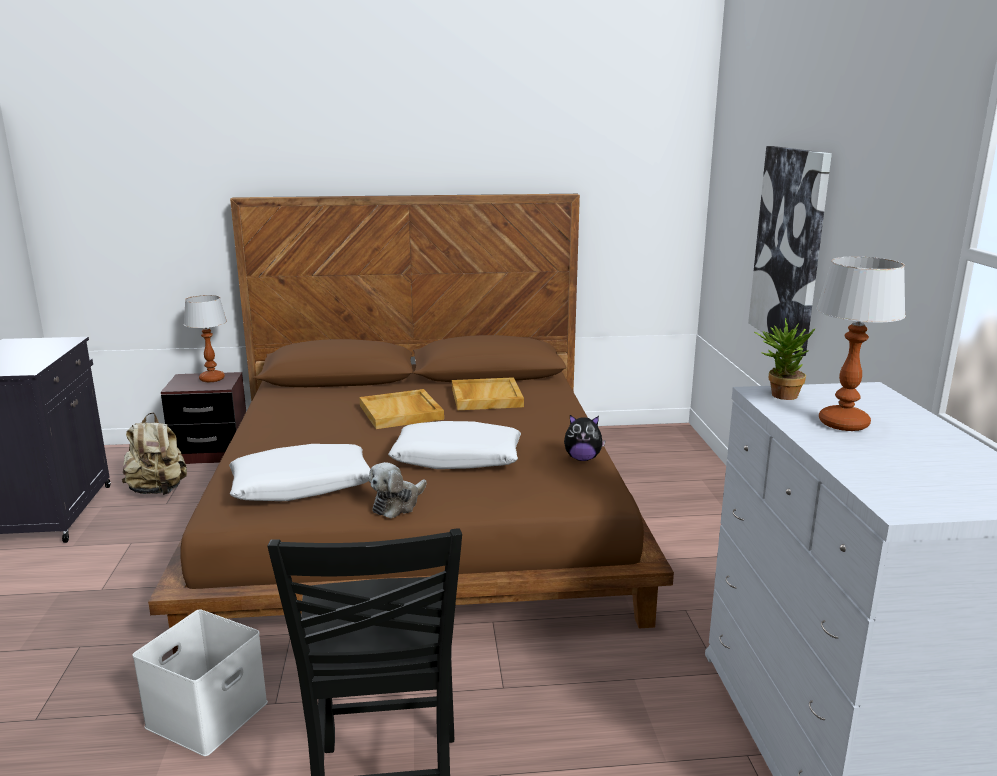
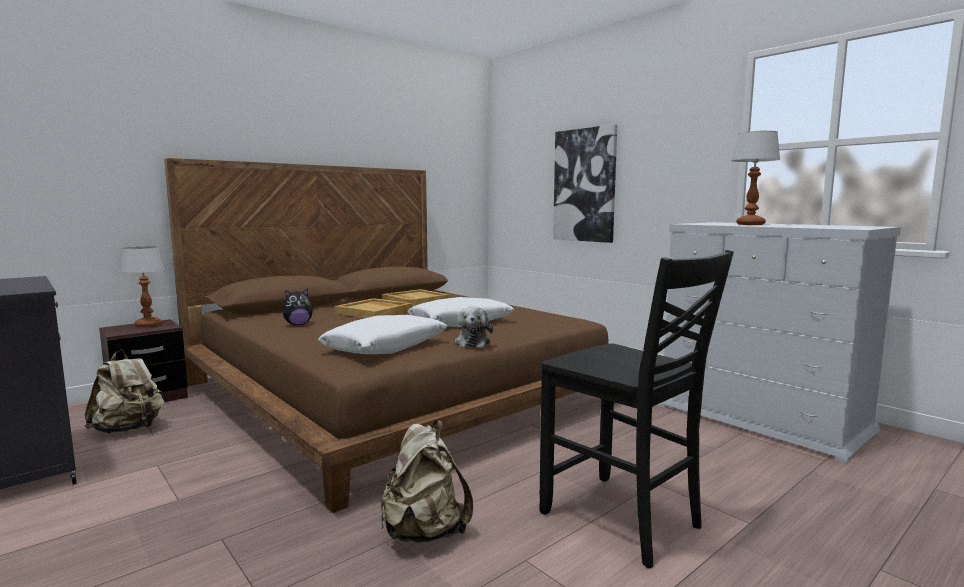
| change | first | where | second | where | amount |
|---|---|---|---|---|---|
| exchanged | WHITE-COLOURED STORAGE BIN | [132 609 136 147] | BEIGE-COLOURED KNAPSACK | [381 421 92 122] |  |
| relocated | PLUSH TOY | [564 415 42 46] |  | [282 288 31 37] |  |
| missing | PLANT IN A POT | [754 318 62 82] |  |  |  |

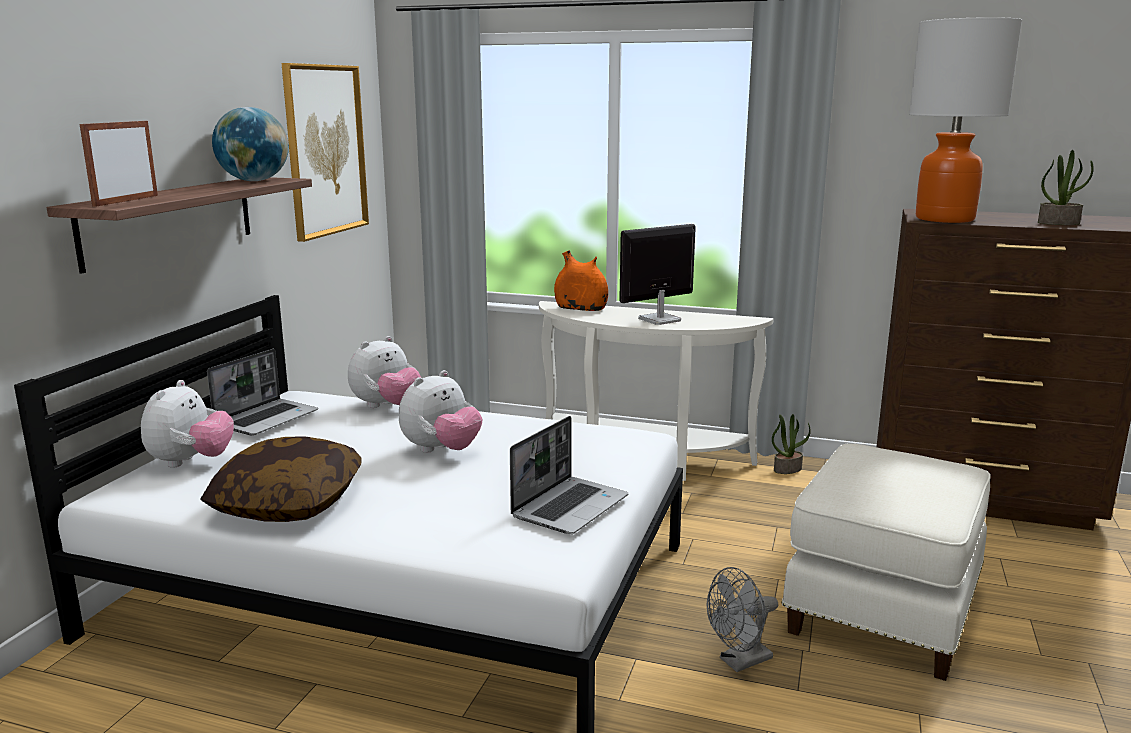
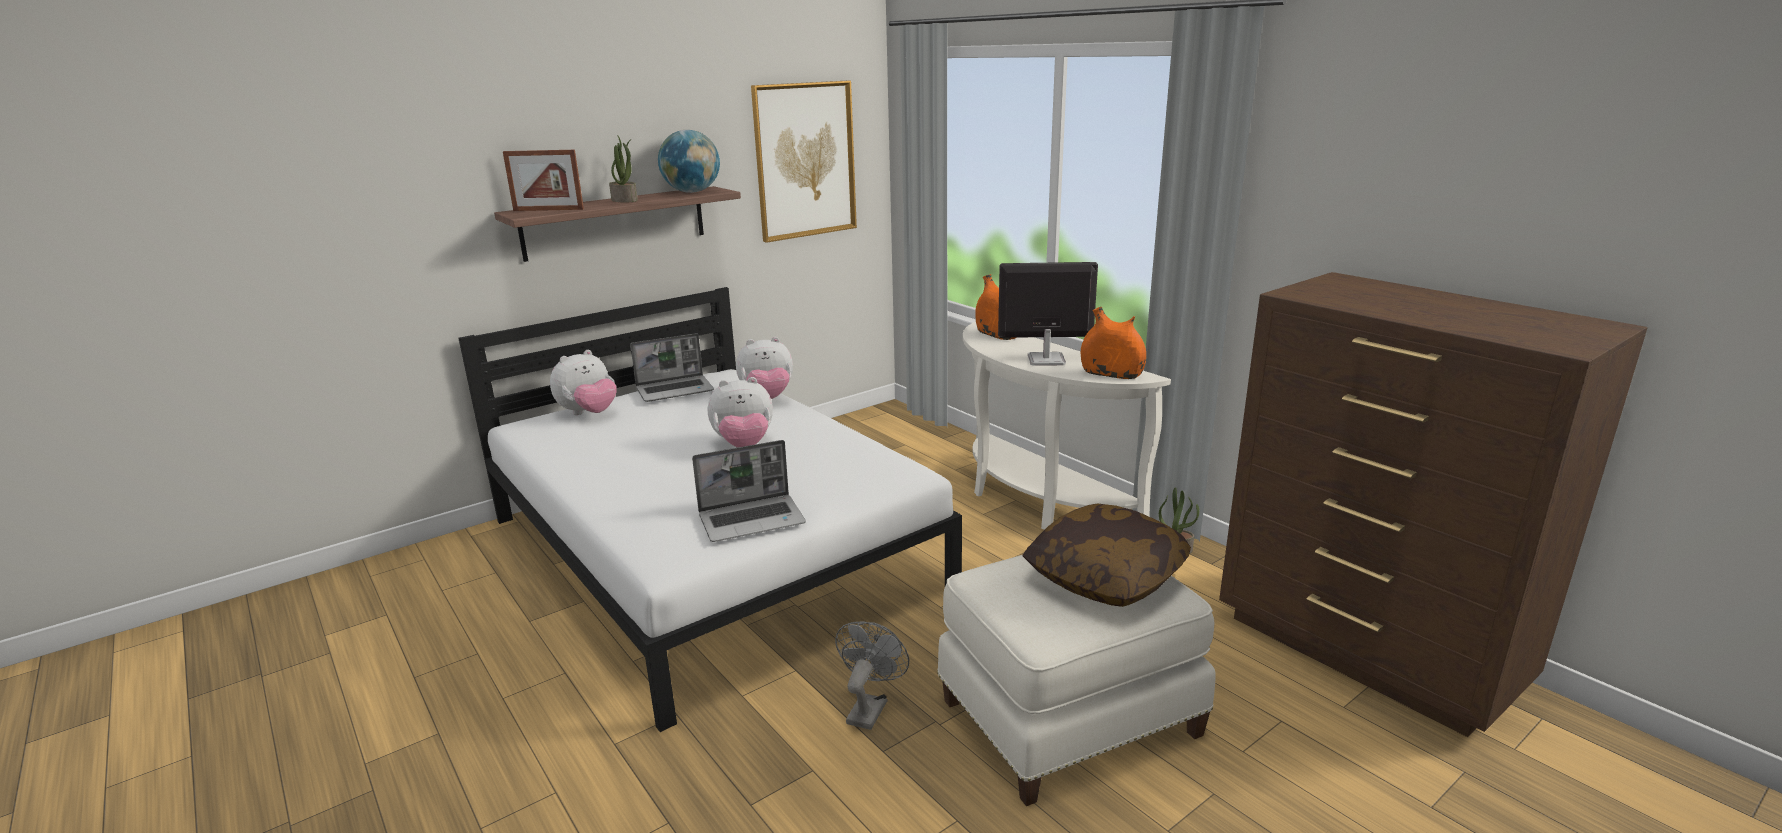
| change | first | where | second | where | amount |
|---|---|---|---|---|---|
| spun | STANDING FRAME | [80 121 78 86] |  | [503 150 81 61] | 135 degrees counterclockwise |
| relocated | CUSHION | [200 437 162 85] |  | [1022 504 169 103] |  |
| spun | GREYISH COOLING FAN | [707 567 71 105] |  | [835 621 74 109] | 105 degrees clockwise |
| missing | TABLETOP LAMP | [909 17 113 206] |  |  |  |
| relocated | PLANT IN A POT | [1038 150 56 75] |  | [609 135 29 68] |  |
| appeared |  |  | ORANGE DECORATIVE VASE | [1081 307 65 72] |  |

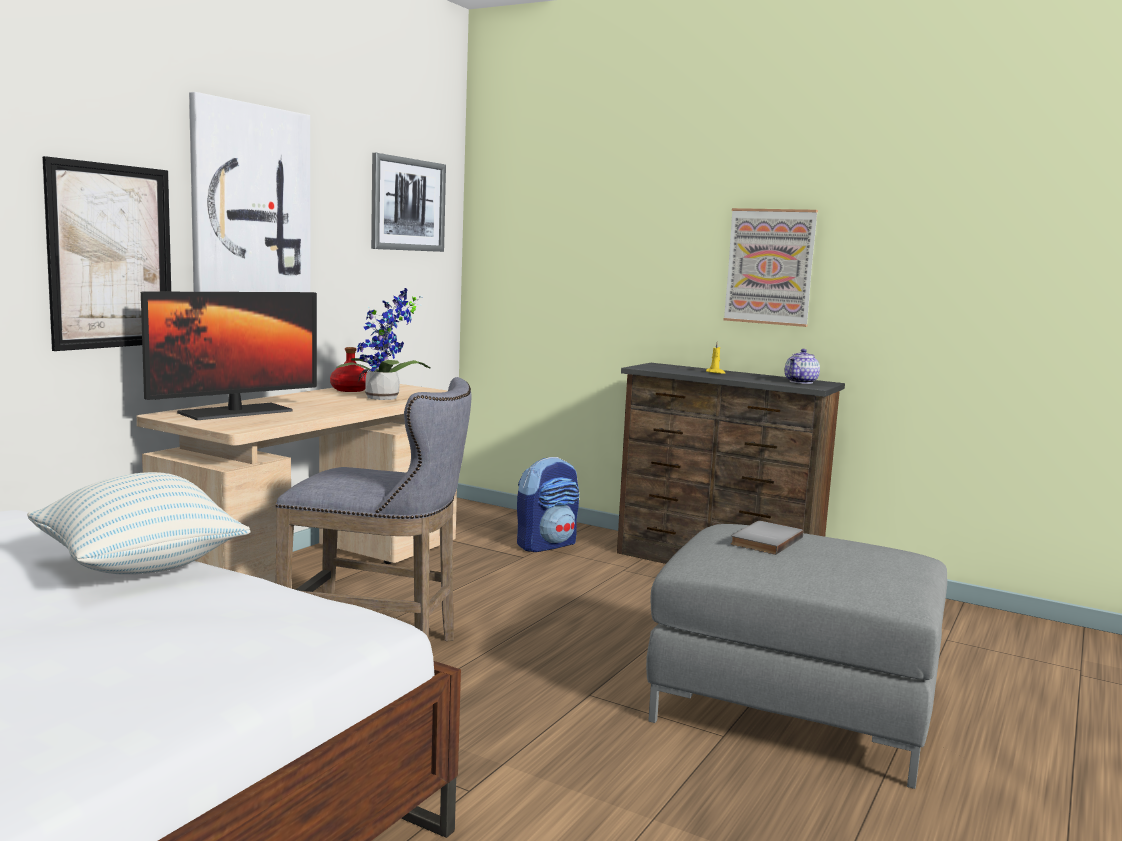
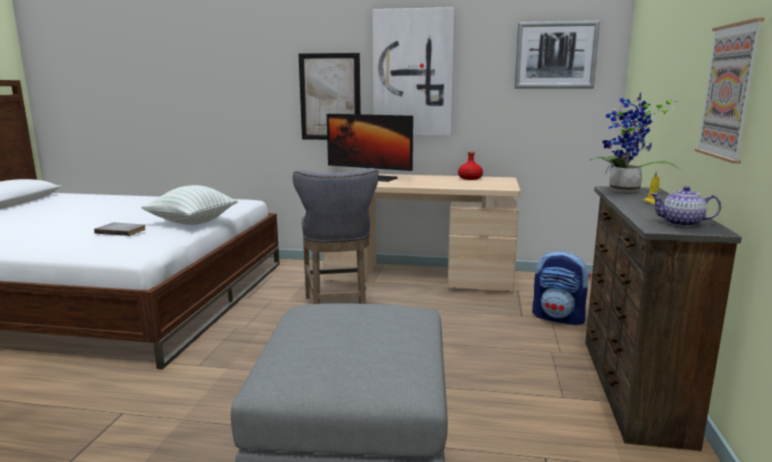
| change | first | where | second | where | amount |
|---|---|---|---|---|---|
| relocated | PLANT IN A POT | [336 288 95 112] |  | [591 92 90 101] |  |
| relocated | GREYISH VOLUME | [731 521 73 34] |  | [94 223 52 13] |  |

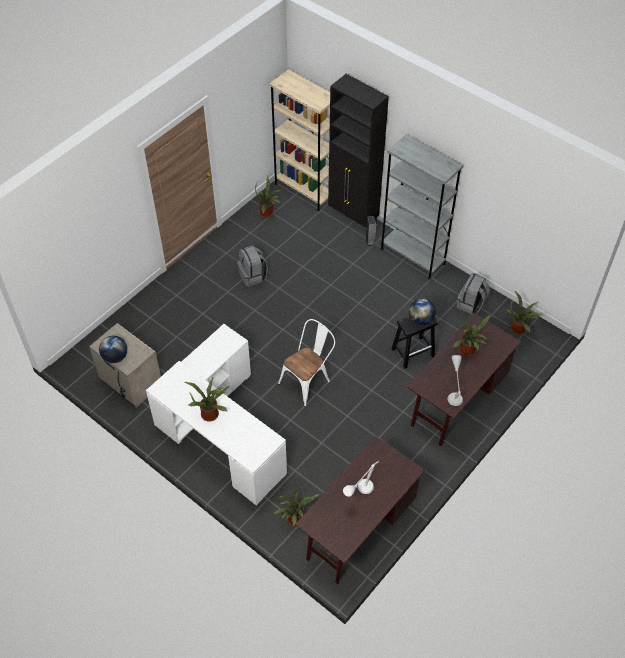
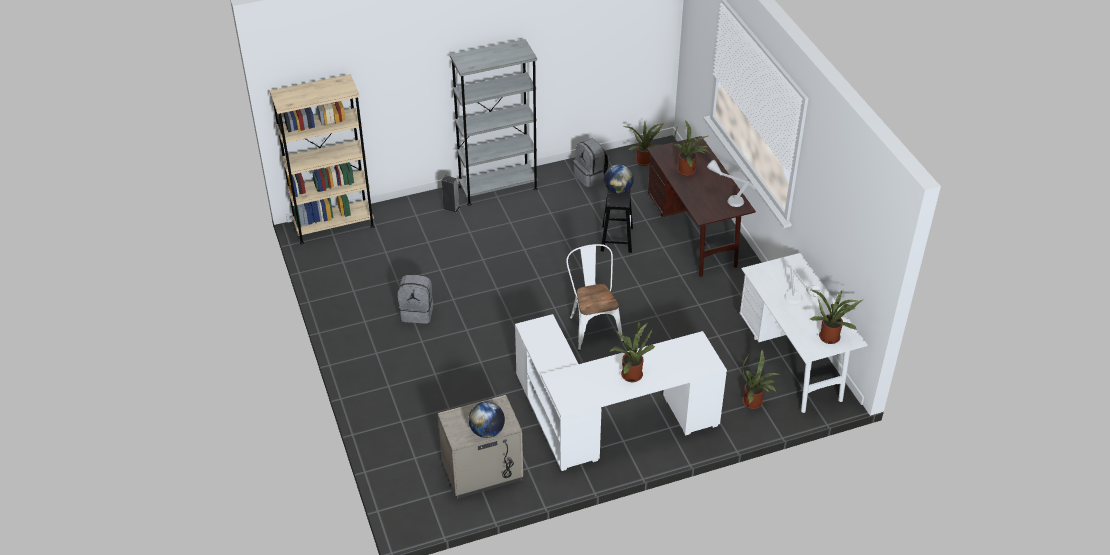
| change | first | where | second | where | amount |
|---|---|---|---|---|---|
| relocated | PLANT IN A POT | [255 175 26 43] |  | [810 290 53 54] |  |
| colour | BROWN DESK UNIT | [295 436 130 148] | WHITE-COLOURED DESK UNIT | [740 253 128 160] |  |
| missing | BLACK-COLOURED STORAGE CABINET | [328 74 61 159] |  |  |  |

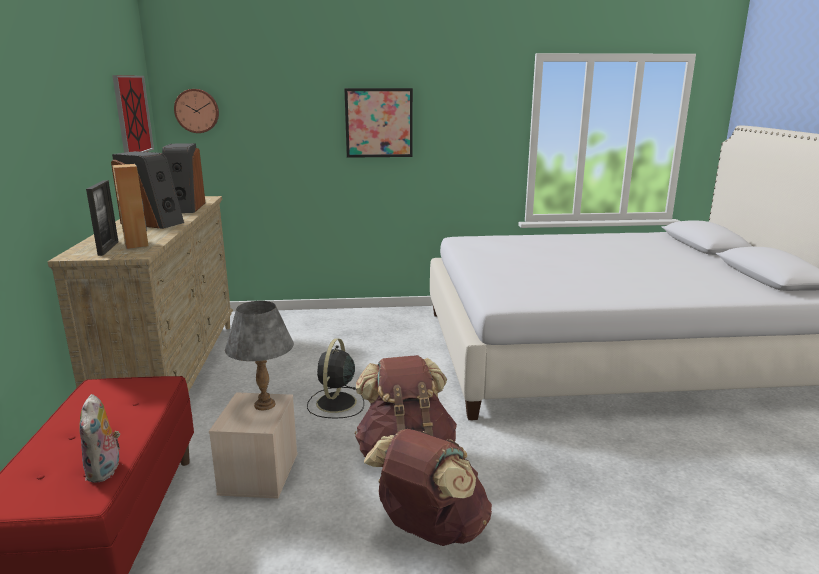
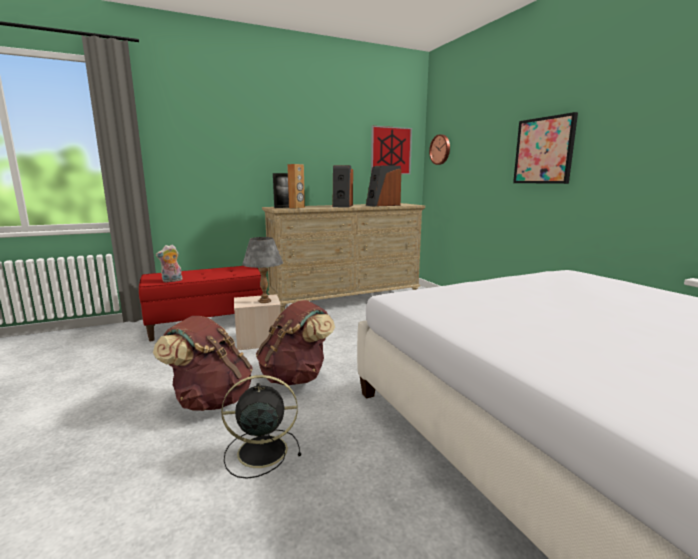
| change | first | where | second | where | amount |
|---|---|---|---|---|---|
| relocated | BLACK-COLOURED COOLING FAN | [307 338 57 81] |  | [221 375 80 104] |  |

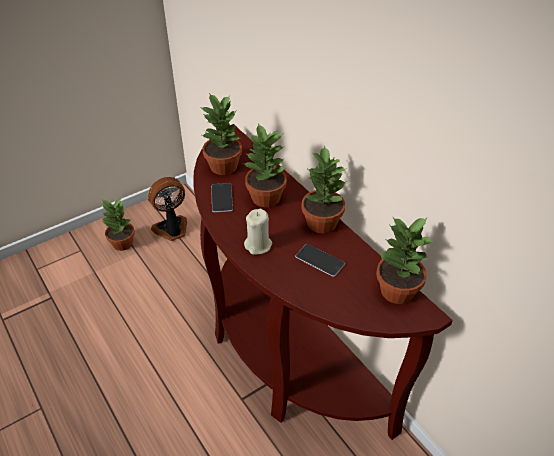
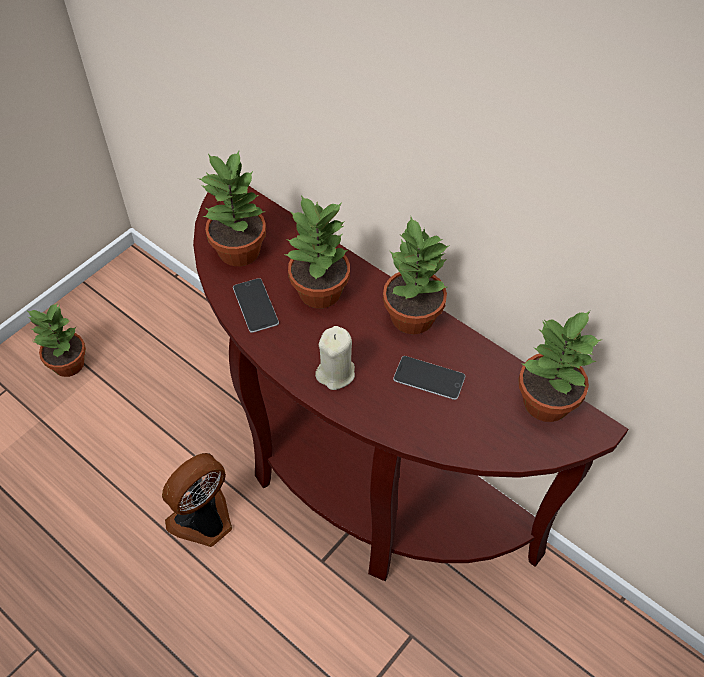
| change | first | where | second | where | amount |
|---|---|---|---|---|---|
| relocated | COOLING FAN | [148 177 39 64] |  | [162 453 70 94] |  |

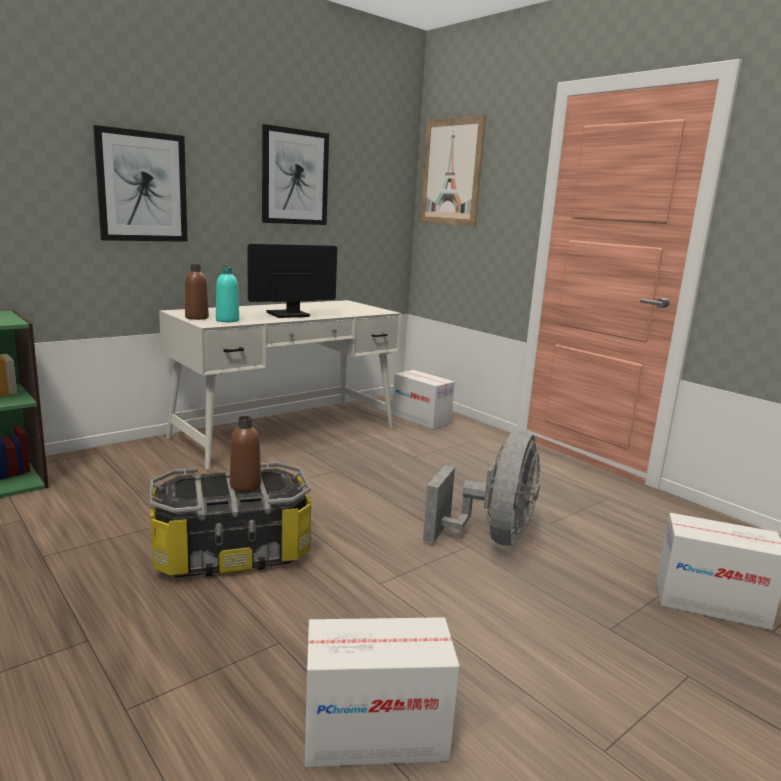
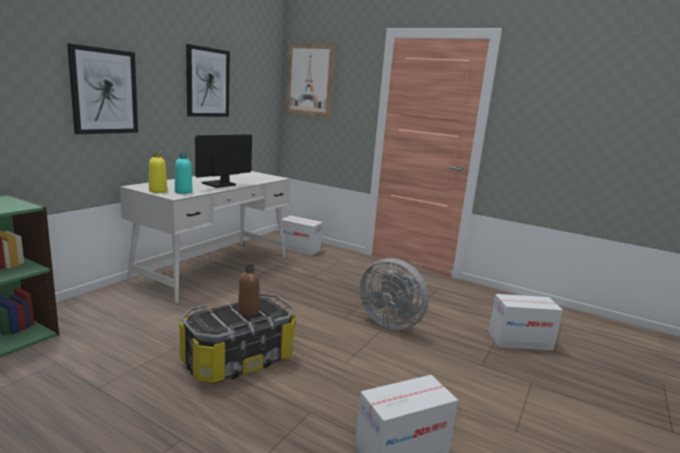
| change | first | where | second | where | amount |
|---|---|---|---|---|---|
| colour | BROWN DRINK BOTTLE | [185 264 24 56] | YELLOWISH DRINK BOTTLE | [149 151 18 42] |  |
| spun | GREYISH COOLING FAN | [423 431 117 115] |  | [360 258 69 72] | 120 degrees clockwise |

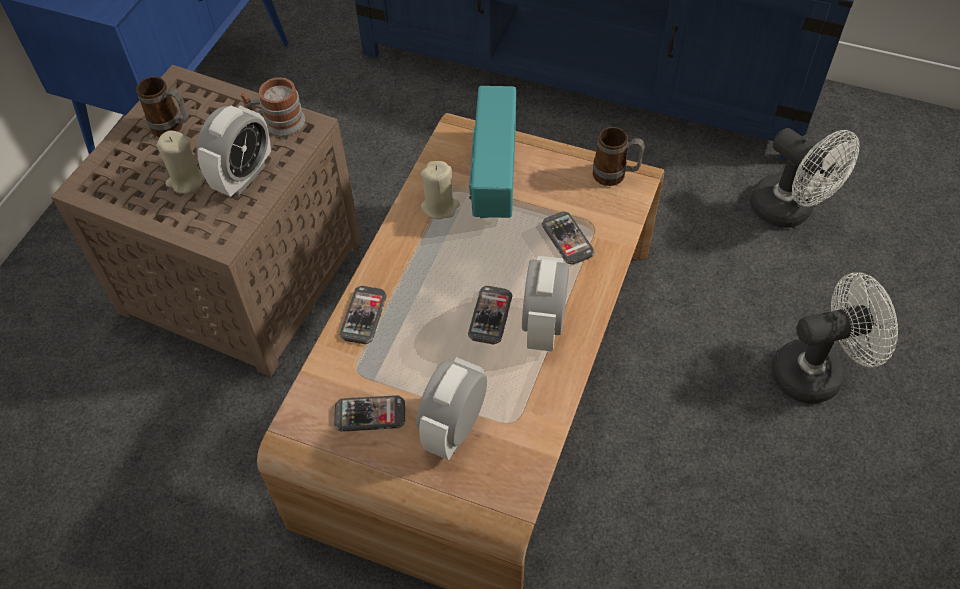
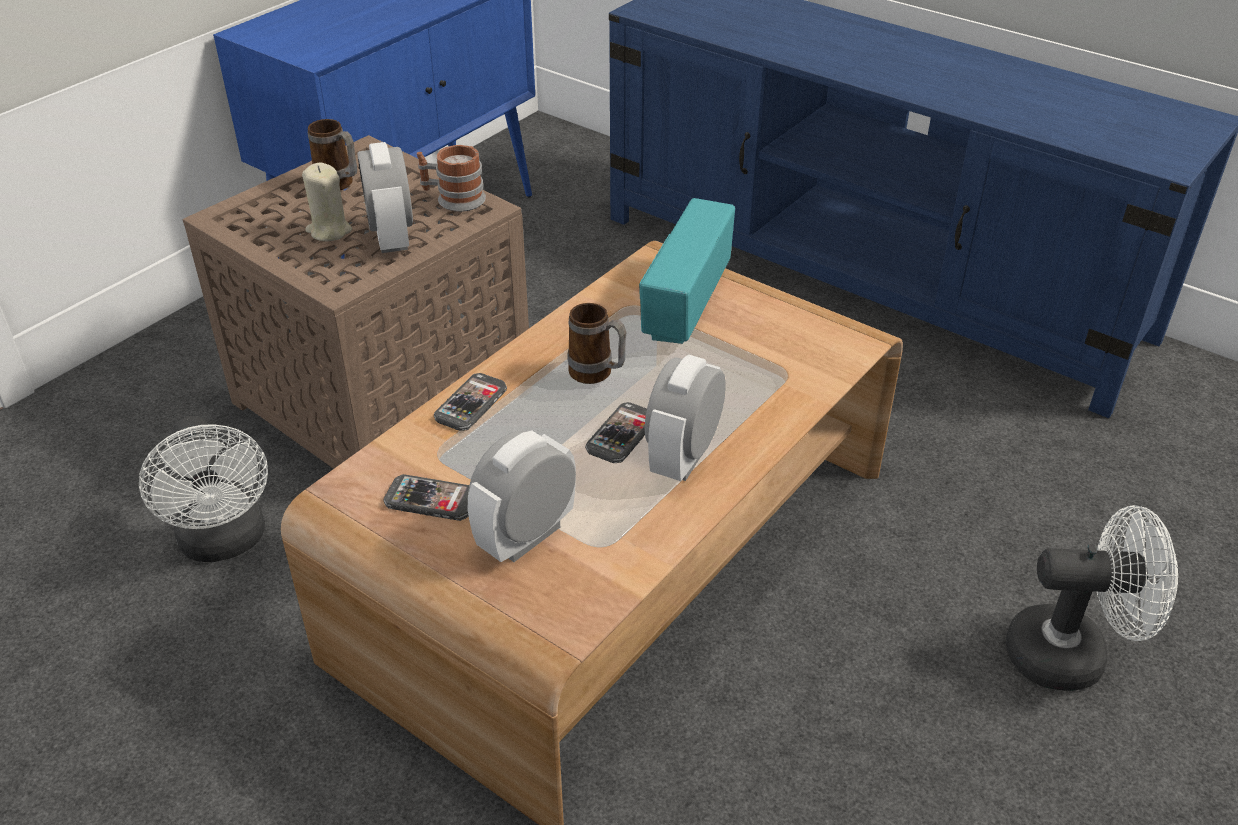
| change | first | where | second | where | amount |
|---|---|---|---|---|---|
| spun | ALARM CLOCK | [197 105 74 92] |  | [357 142 56 111] | 120 degrees clockwise |
| missing | BEIGE-COLOURED WAX CANDLE | [421 161 39 58] |  |  |  |
| missing | PHONE | [542 212 53 53] |  |  |  |
| relocated | TEA MUG | [593 127 52 59] |  | [568 303 59 81] |  |
| relocated | WHITE-COLOURED COOLING FAN | [750 128 110 100] |  | [139 416 129 146] |  |

